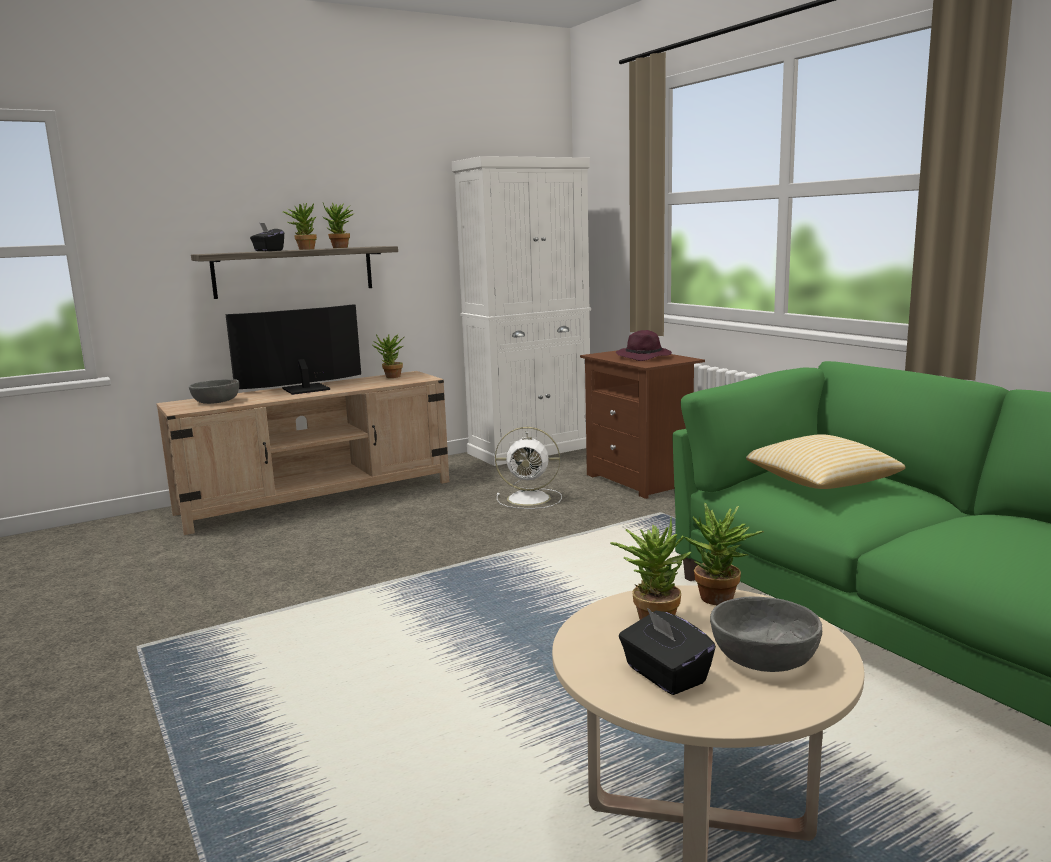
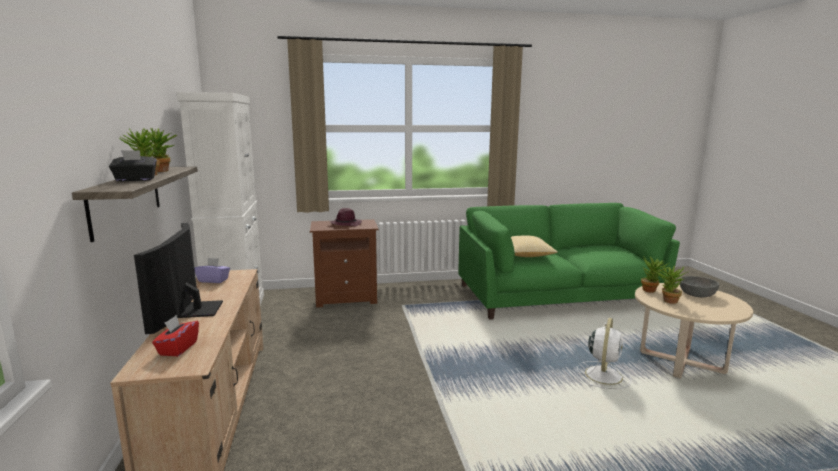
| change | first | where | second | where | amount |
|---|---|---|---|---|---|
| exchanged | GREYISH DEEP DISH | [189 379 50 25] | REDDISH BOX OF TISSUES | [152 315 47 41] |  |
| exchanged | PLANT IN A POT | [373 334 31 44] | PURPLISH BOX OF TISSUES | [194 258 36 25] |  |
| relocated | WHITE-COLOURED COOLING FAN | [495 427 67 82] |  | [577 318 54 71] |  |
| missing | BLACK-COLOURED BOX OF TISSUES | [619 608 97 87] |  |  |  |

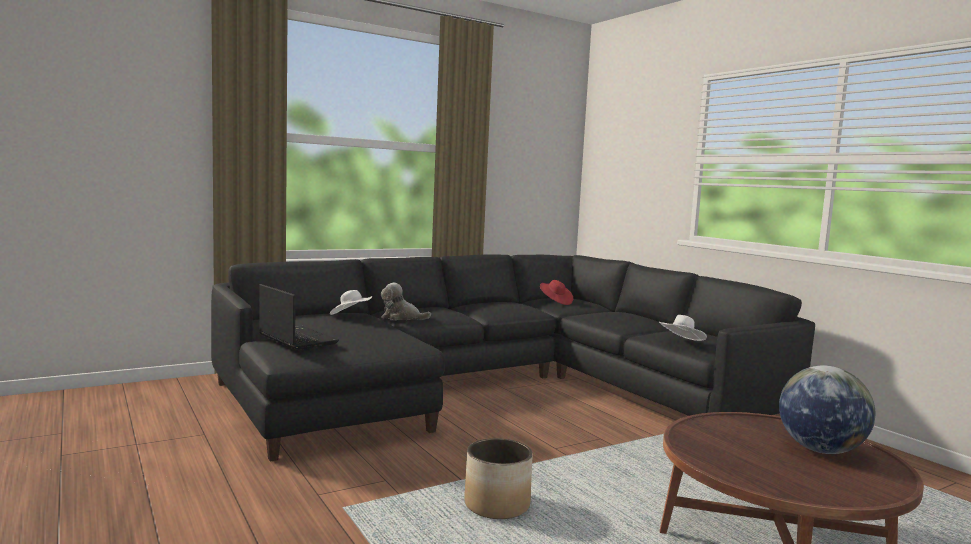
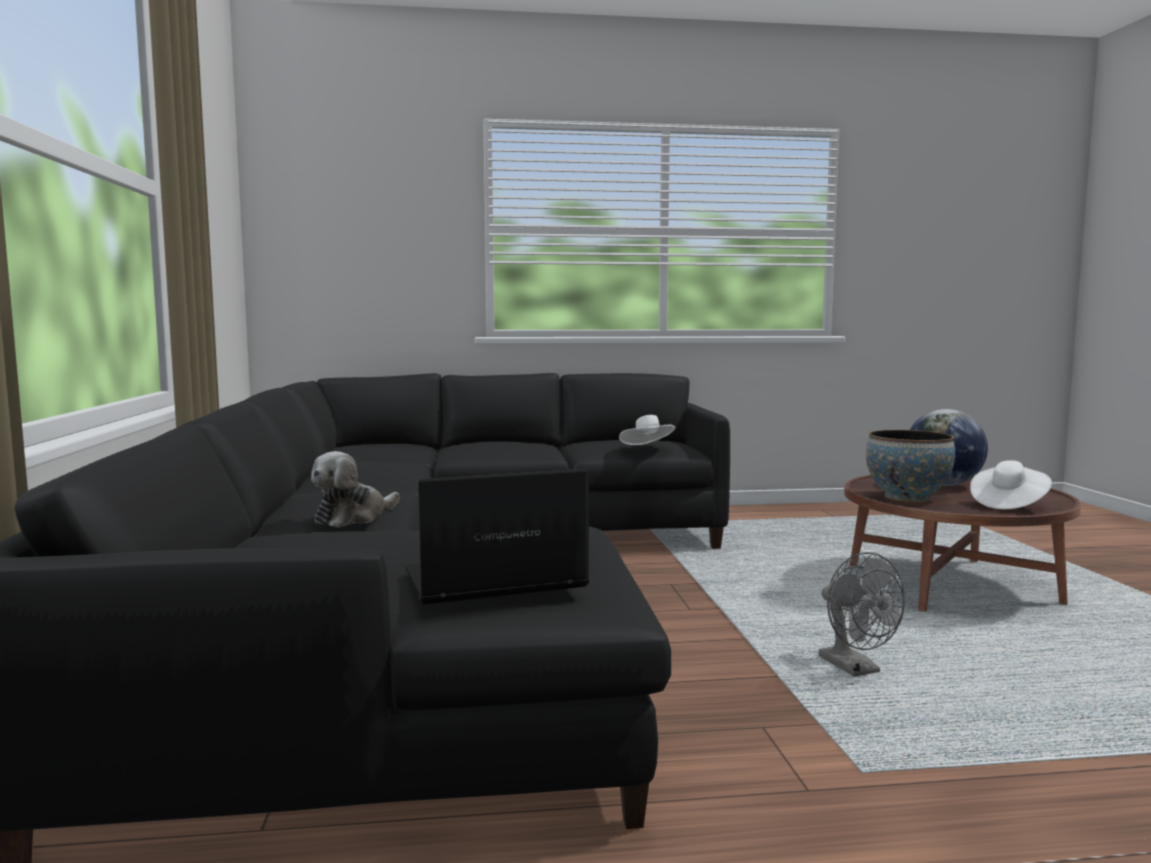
| change | first | where | second | where | amount |
|---|---|---|---|---|---|
| relocated | WHITE-COLOURED HAT | [330 290 42 25] |  | [970 460 82 49] |  |
| exchanged | FLOWER POT | [464 438 69 81] | GREYISH COOLING FAN | [819 552 86 125] |  |
| missing | REDDISH HAT | [540 280 33 25] |  |  |  |
| appeared |  |  | DEEP DISH | [866 430 89 72] |  |

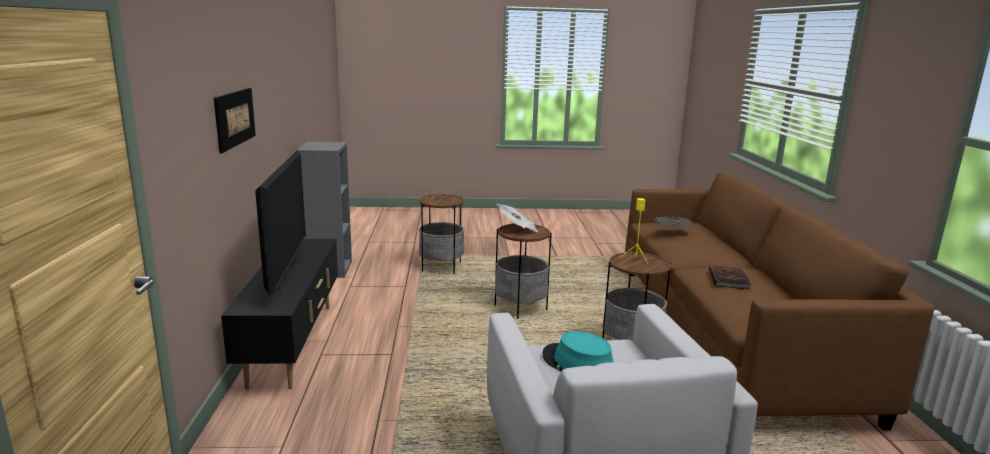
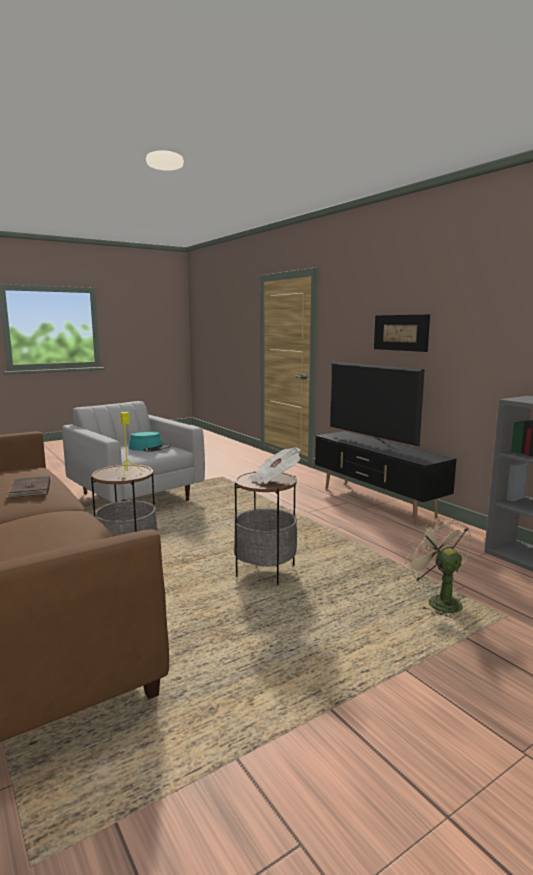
| change | first | where | second | where | amount |
|---|---|---|---|---|---|
| exchanged | SIDE TABLE | [419 194 45 80] | BEIGE-COLOURED COOLING FAN | [405 517 67 102] |  |
| missing | DAILY PAPER | [654 216 41 13] |  |  |  |

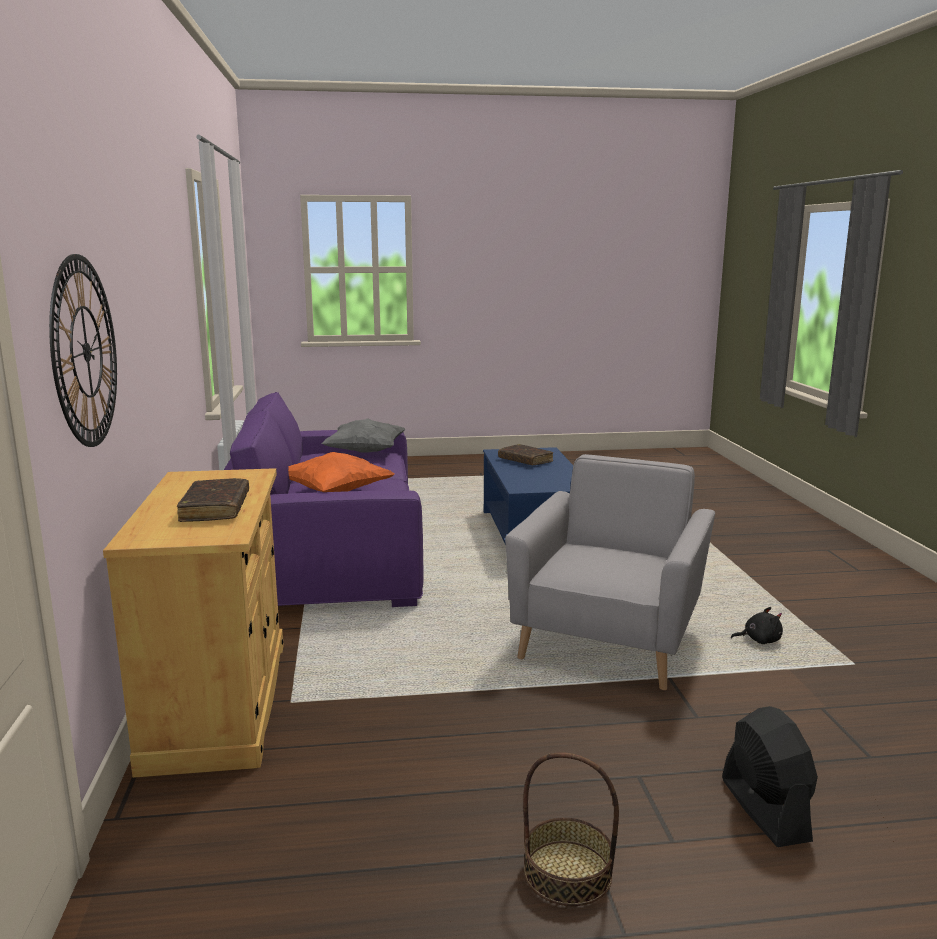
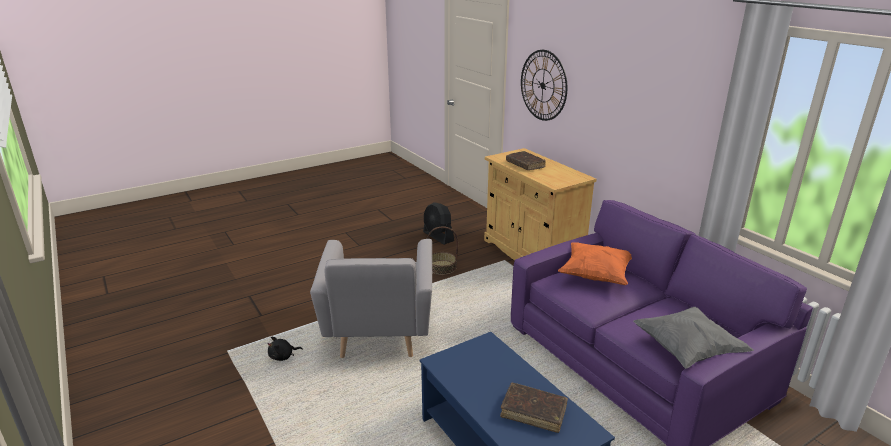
| change | first | where | second | where | amount |
|---|---|---|---|---|---|
| relocated | STORAGE BASKET | [523 752 96 154] |  | [427 226 31 49] |  |
| relocated | BLACK-COLOURED COOLING FAN | [722 706 96 141] |  | [423 202 31 43] |  |

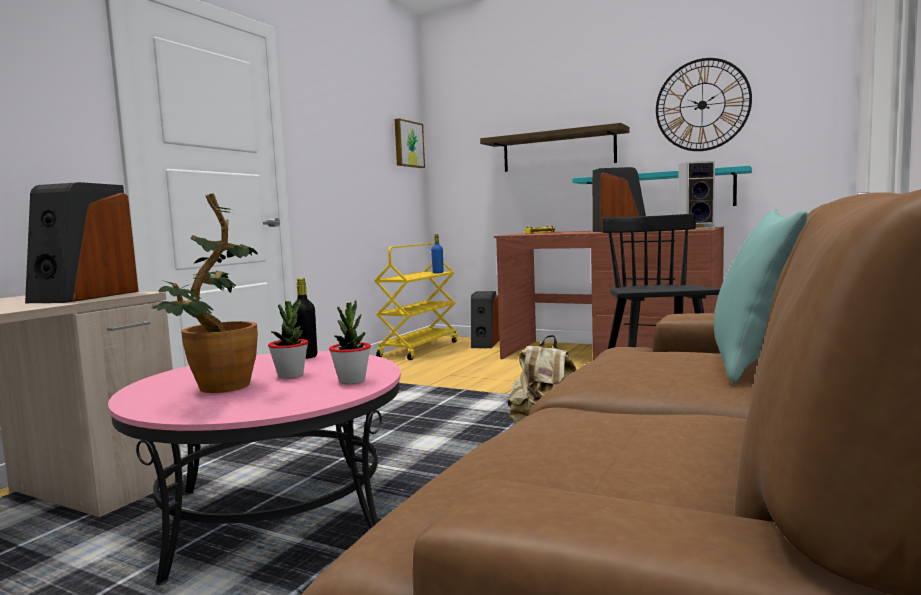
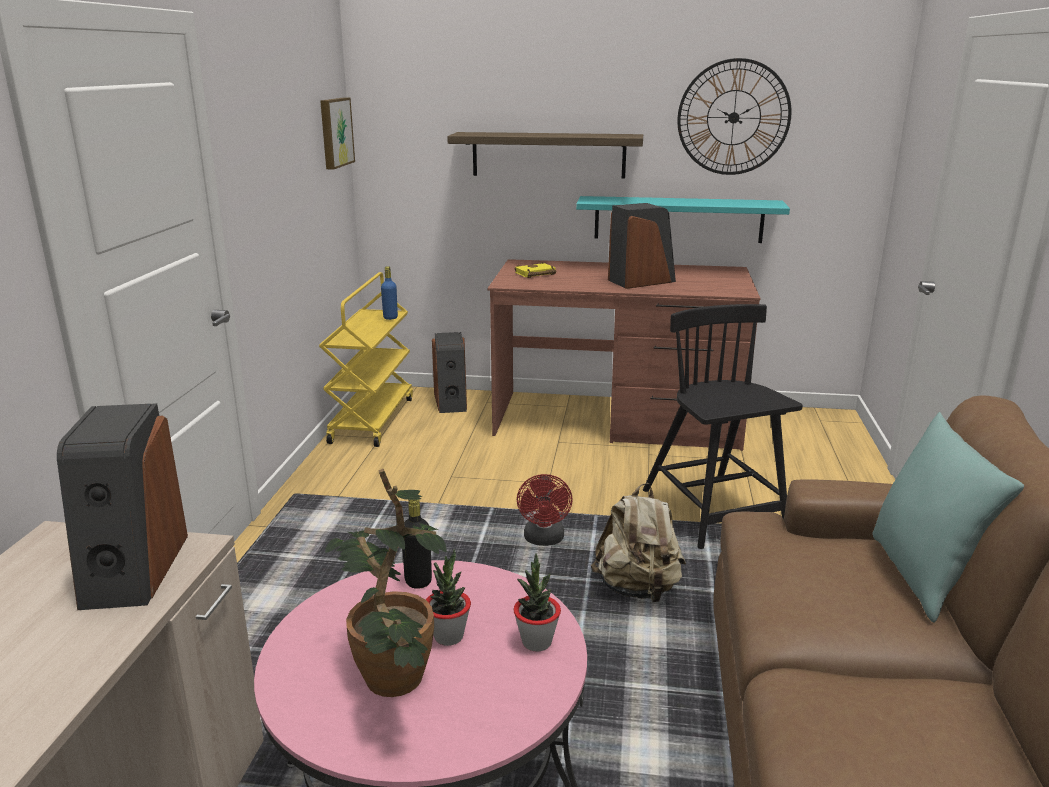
| change | first | where | second | where | amount |
|---|---|---|---|---|---|
| missing | SPEAKER | [678 161 37 68] |  |  |  |
| appeared |  |  | REDDISH COOLING FAN | [517 474 56 72] |  |

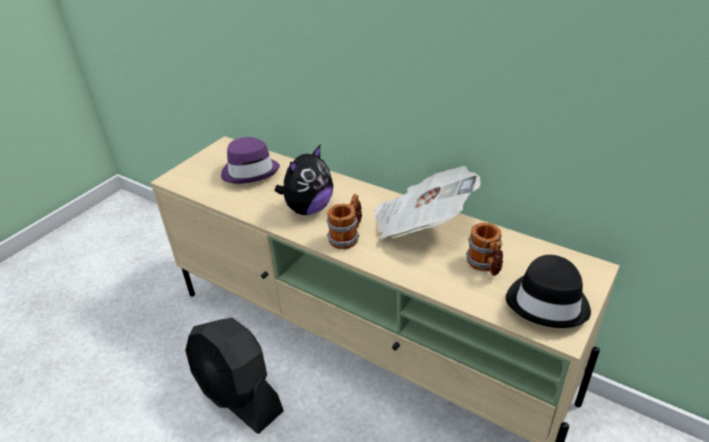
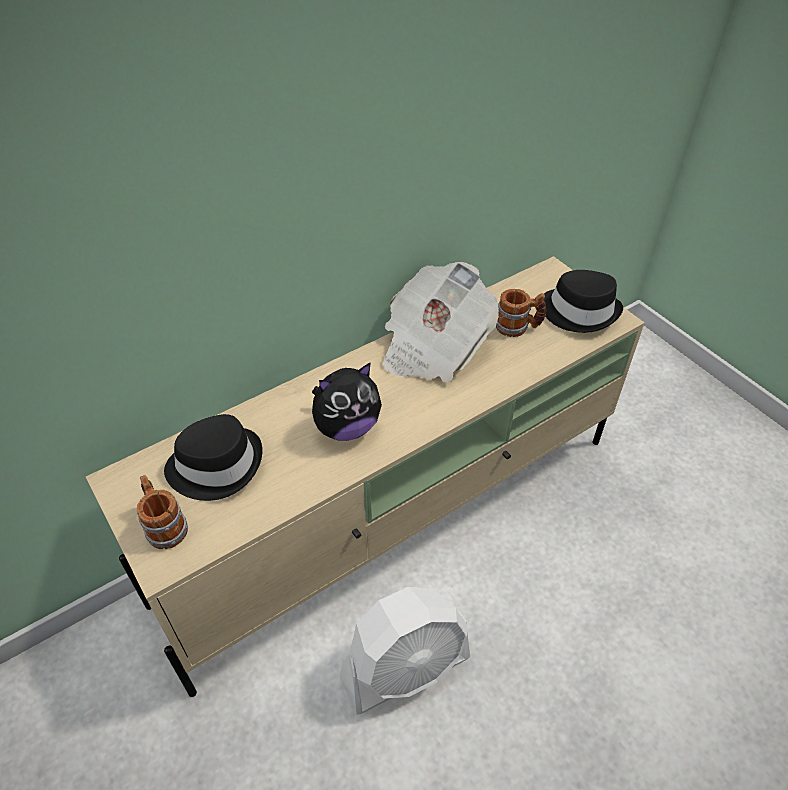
| change | first | where | second | where | amount |
|---|---|---|---|---|---|
| colour | BLACK-COLOURED COOLING FAN | [185 318 99 116] | WHITE-COLOURED COOLING FAN | [340 587 130 128] |  |
| colour | PURPLISH HAT | [221 137 59 47] | BLACK-COLOURED HAT | [164 414 99 87] |  |
| spun | PLUSH TOY | [275 145 58 70] |  | [312 362 70 79] | 90 degrees clockwise |
| relocated | TEA MUG | [326 194 36 55] |  | [137 475 51 74] |  |

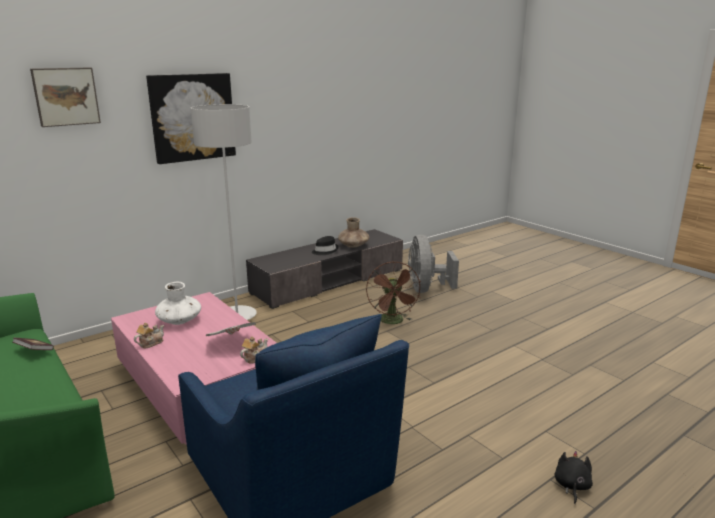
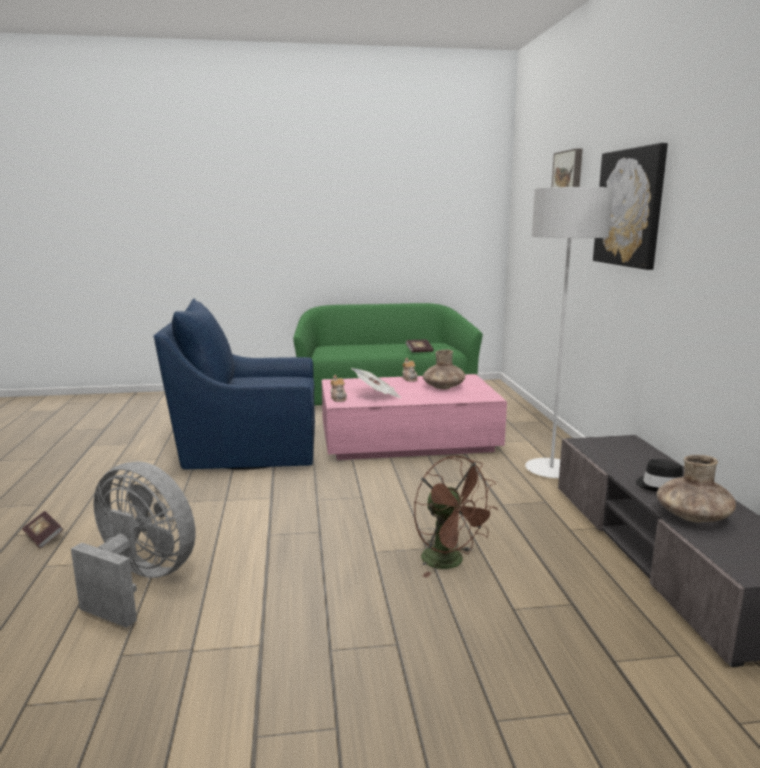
| change | first | where | second | where | amount |
|---|---|---|---|---|---|
| colour | WHITE-COLOURED DECORATIVE VASE | [155 282 46 43] | BROWN DECORATIVE VASE | [423 350 42 39] |  |
| spun | BROWN COOLING FAN | [366 262 55 62] |  | [414 456 84 121] | 150 degrees counterclockwise |
| relocated | GREYISH COOLING FAN | [408 235 51 58] |  | [71 461 124 167] |  |
| exchanged | BLACK-COLOURED PLUSH TOY | [555 451 38 53] | VOLUME | [22 511 41 37] |  |

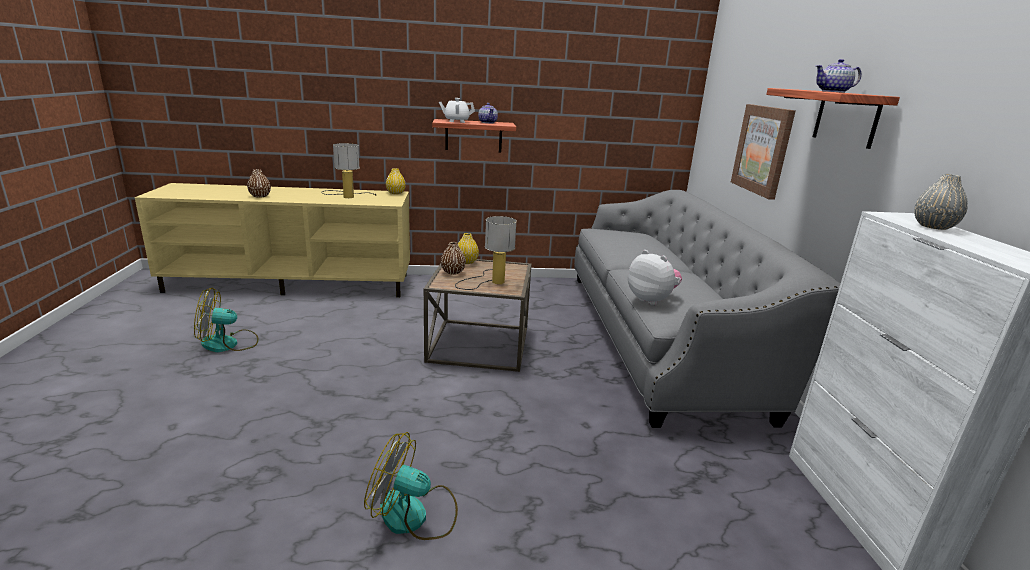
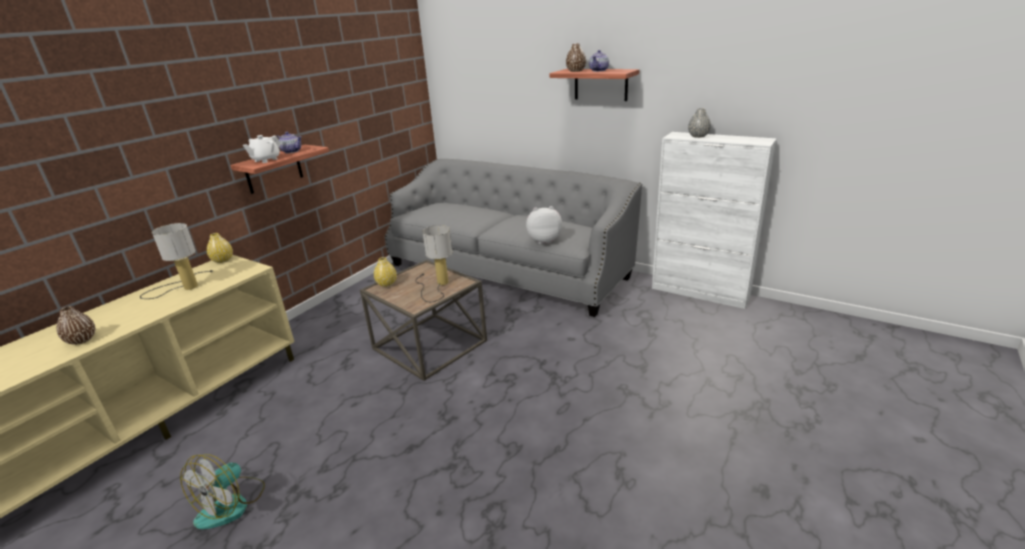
| change | first | where | second | where | amount |
|---|---|---|---|---|---|
| missing | COOLING FAN | [364 432 94 108] |  |  |  |
| relocated | BROWN DECORATIVE VASE | [441 242 25 33] |  | [566 44 20 28] |  |
| missing | WALL PICTURE | [731 104 64 96] |  |  |  |

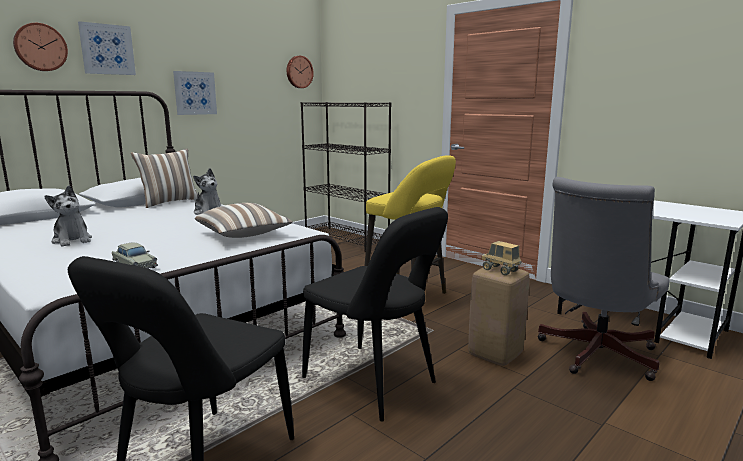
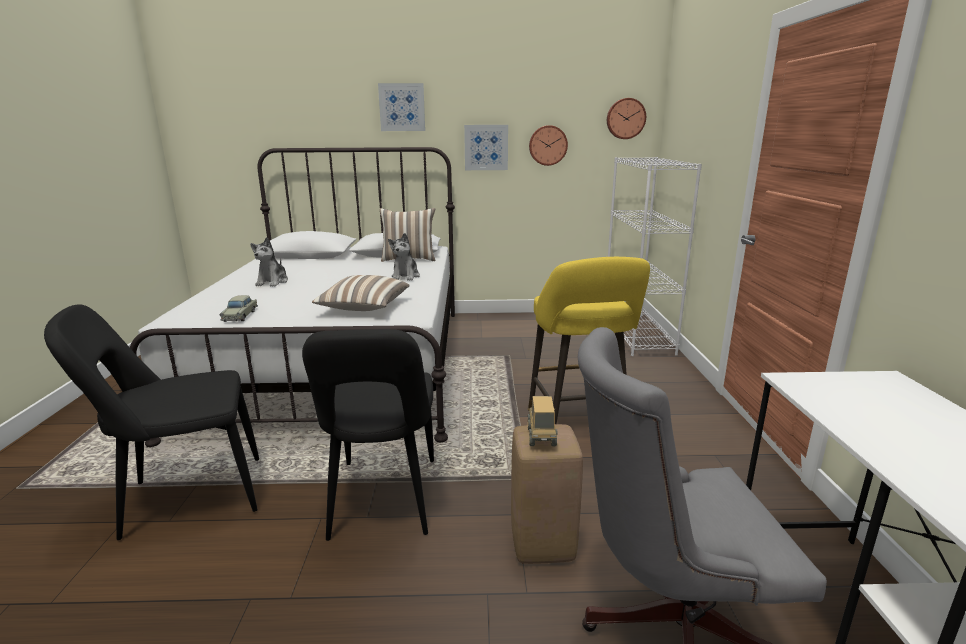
| change | first | where | second | where | amount |
|---|---|---|---|---|---|
| relocated | HANGING CLOCK | [13 23 55 48] |  | [529 125 39 41] |  |
| colour | BLACK-COLOURED SHELVING UNIT | [301 102 90 150] | WHITE-COLOURED SHELVING UNIT | [608 157 94 199] |  |

